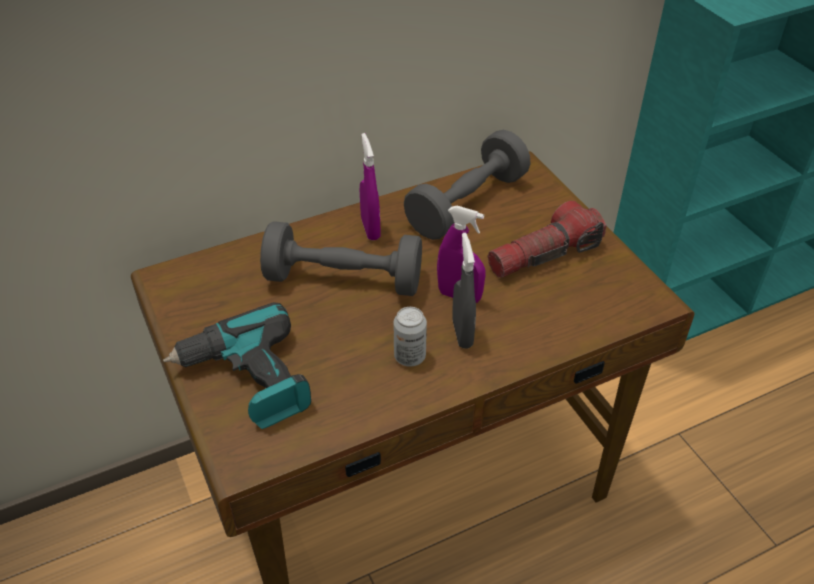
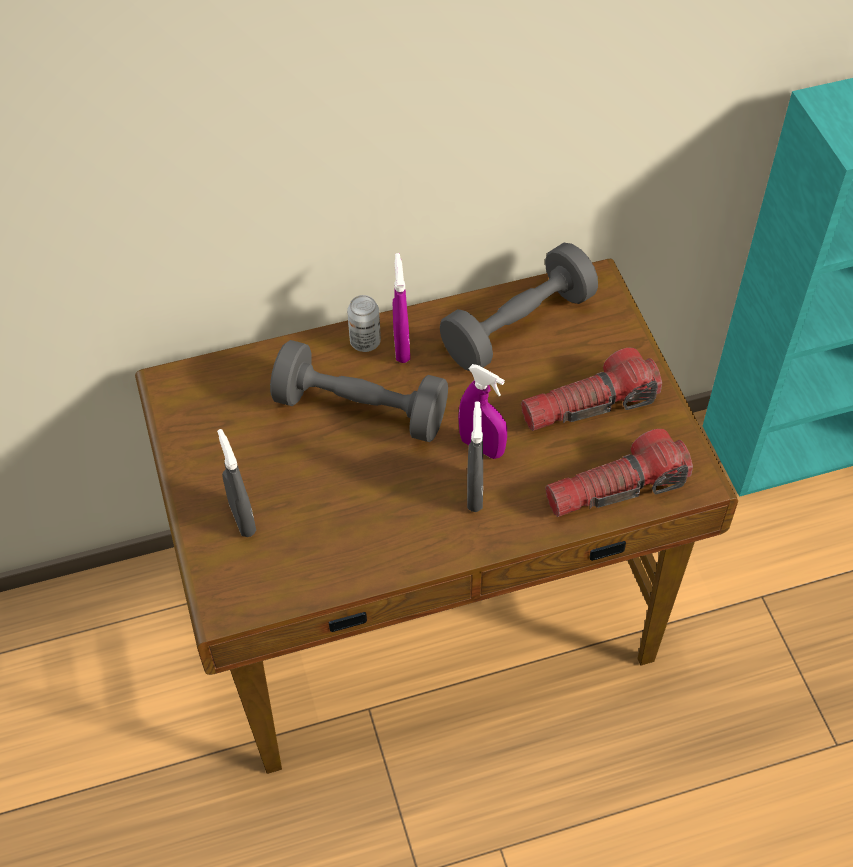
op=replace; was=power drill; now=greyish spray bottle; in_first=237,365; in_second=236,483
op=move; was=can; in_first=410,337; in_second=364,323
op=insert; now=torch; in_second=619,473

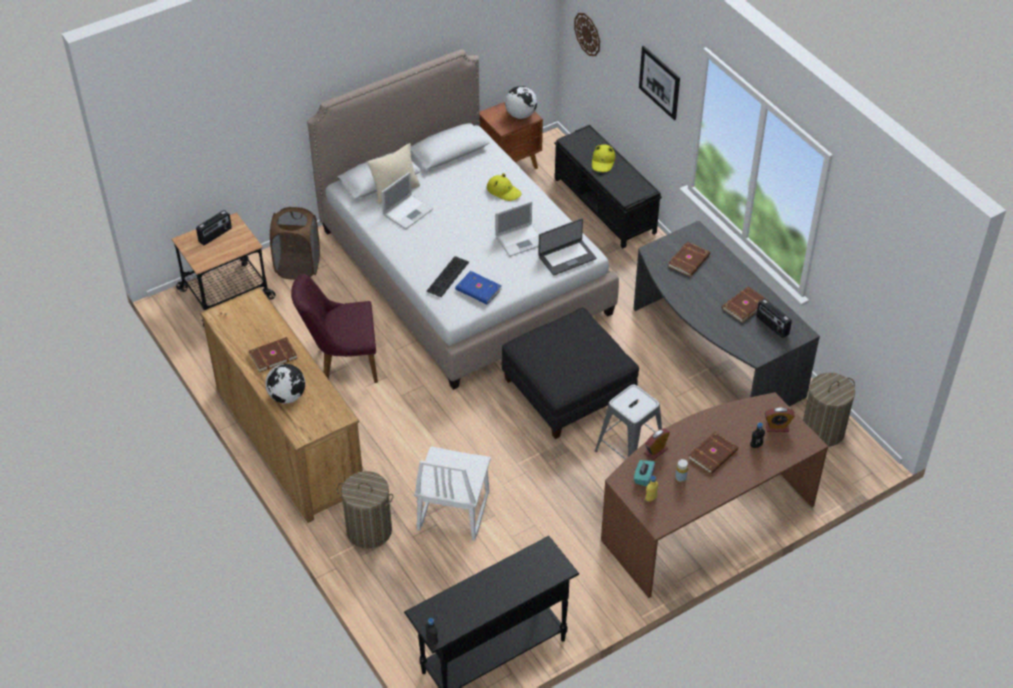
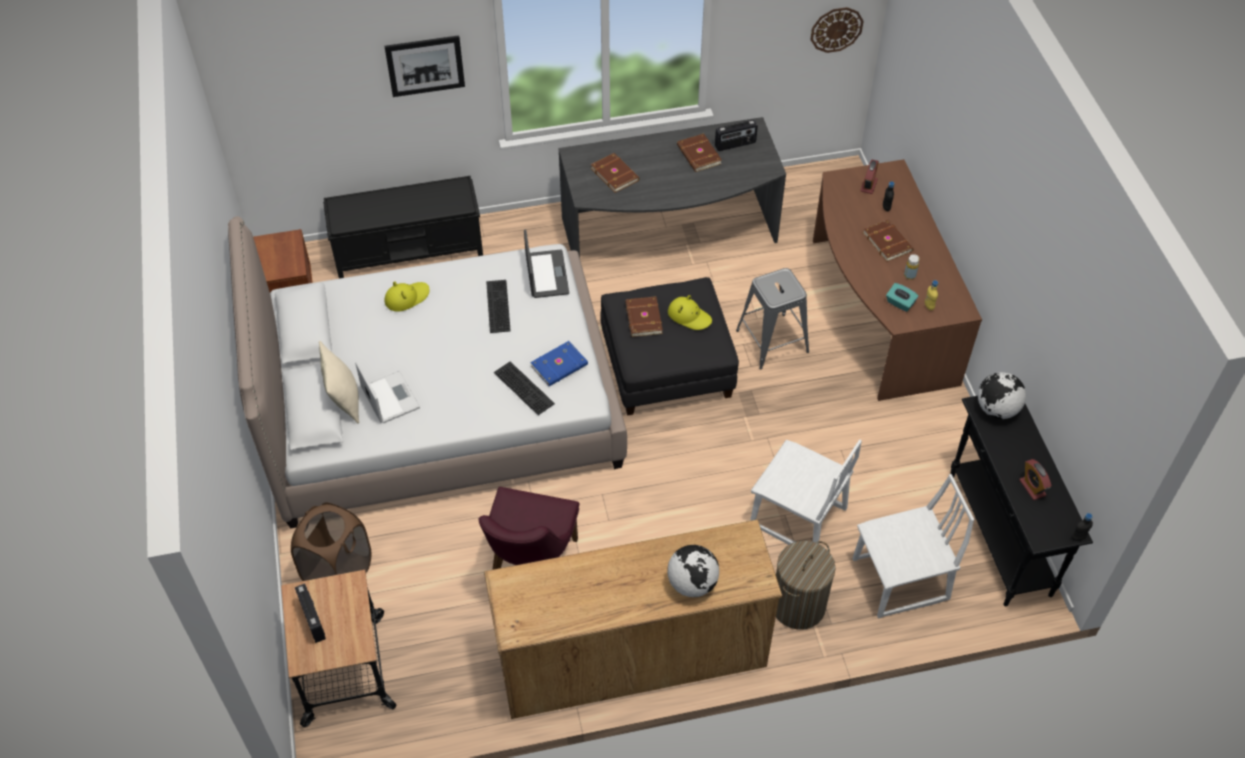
op=move; was=brownish volume; in_first=273,355; in_second=644,316
op=replace; was=notebook computer; now=PC keyboard; in_first=517,229; in_second=498,306
op=move; was=desk globe; in_first=521,102; in_second=1002,395
op=move; was=hanging clock; in_first=587,34; in_second=837,30
op=move; was=yellow wearable hat; in_first=603,158; in_second=690,312
op=move; was=alarm clock; in_first=657,444; in_second=1035,479
op=delete; was=hamper; in_first=829,410
op=insert; now=white upright chair; in_second=913,546

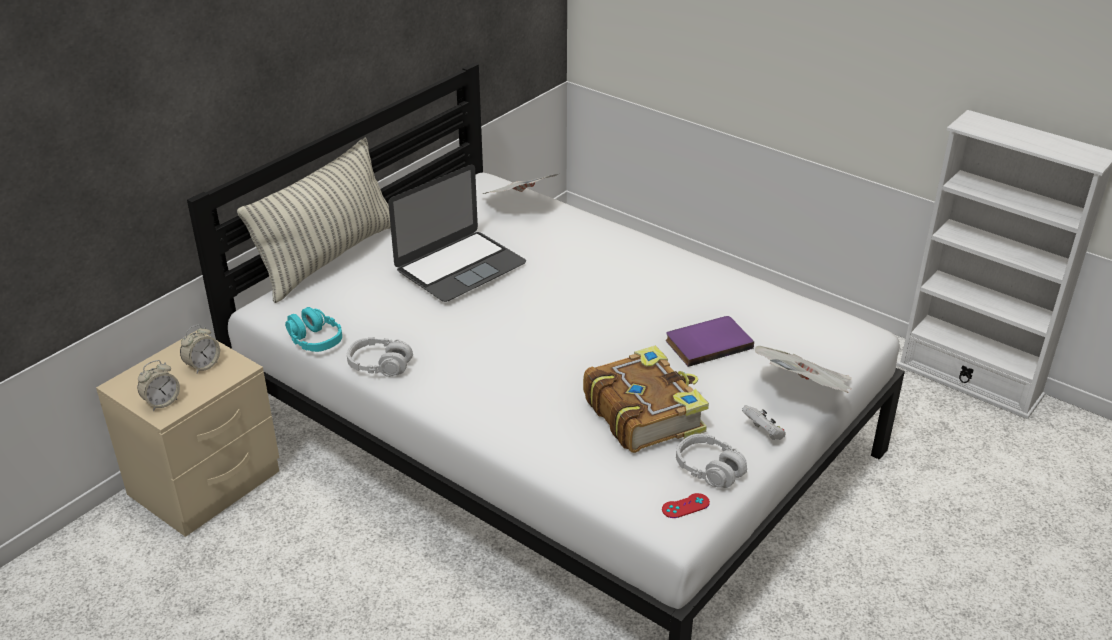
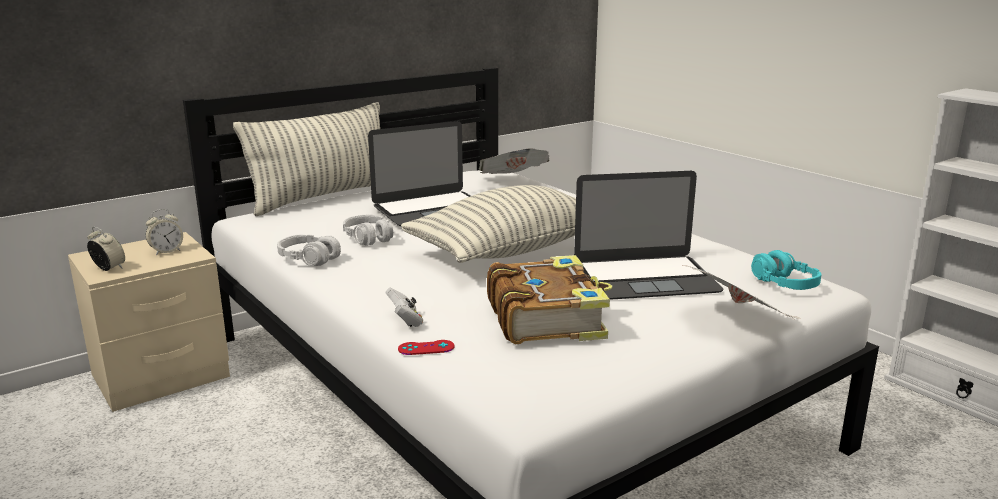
op=rotate; was=alarm clock; in_first=159,385; in_second=106,249; clockwise=-120
op=move; was=turquoise pair of headphones; in_first=313,329; in_second=786,270
op=move; was=reddish joypad; in_first=686,505; in_second=426,347
op=replace; was=purplish volume; now=notebook computer; in_first=710,341; in_second=649,235
op=move; was=greyish pair of headphones; in_first=711,461; in_second=368,230
op=move; was=white joypad; in_first=764,422; in_second=404,307
op=insert; now=throw pillow; in_second=488,224

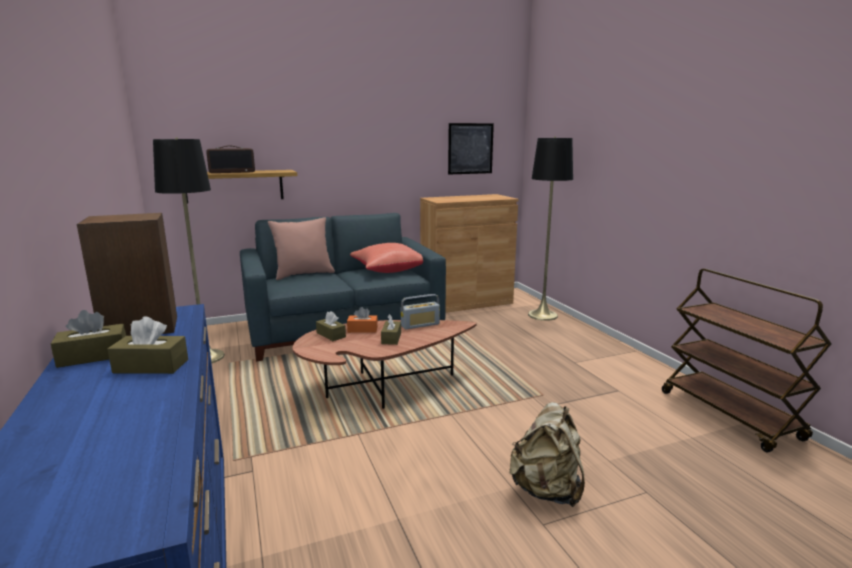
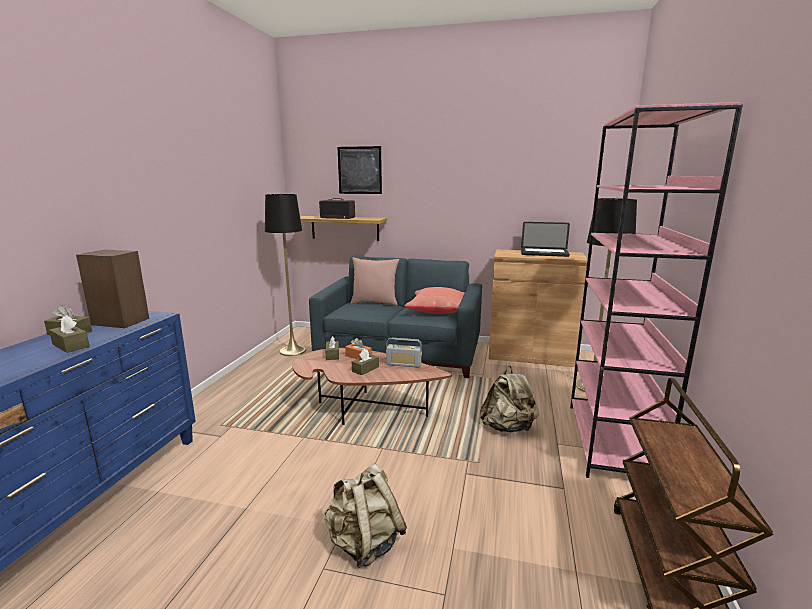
op=move; was=wall art; in_first=471,149; in_second=360,170
op=insert; now=beige backpack; in_second=509,399
op=insert; now=notebook computer; in_second=545,239
op=insert; now=pink-coloured shelving unit; in_second=656,290

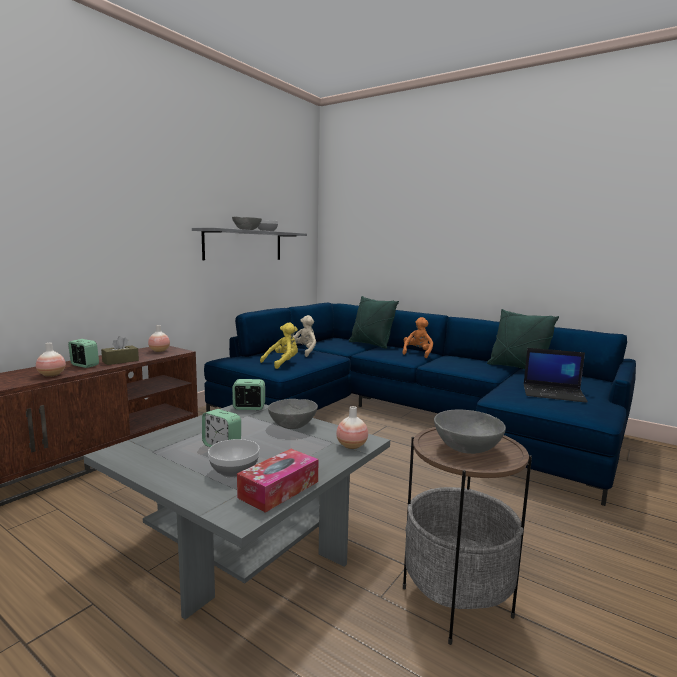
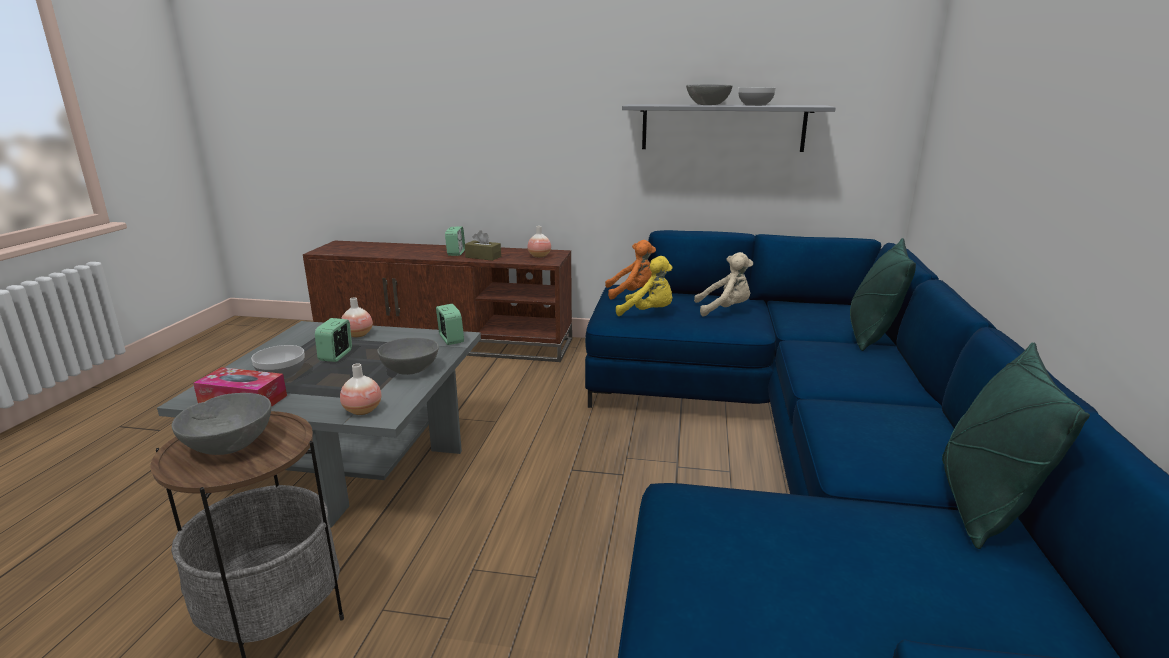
op=move; was=flower vase; in_first=51,360; in_second=357,317
op=move; was=orange plush toy; in_first=417,337; in_second=630,269
op=delete; was=notebook computer; in_first=556,375

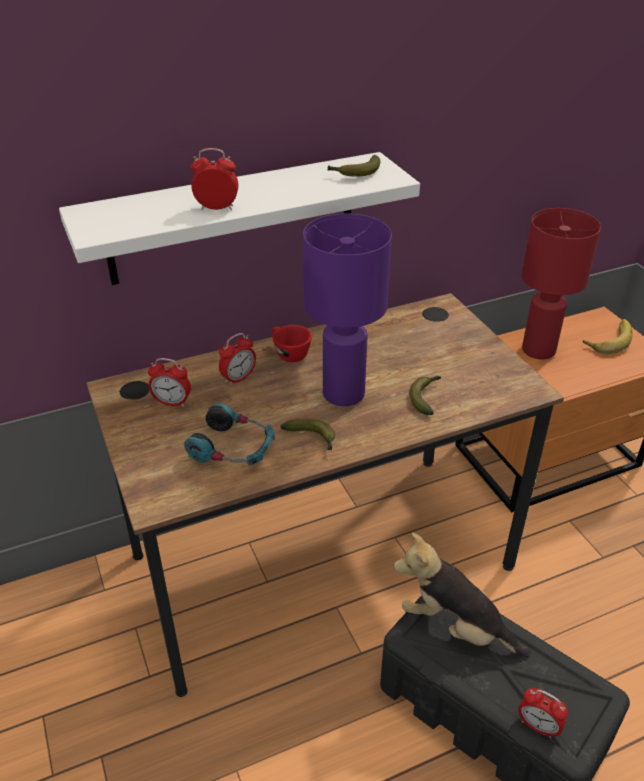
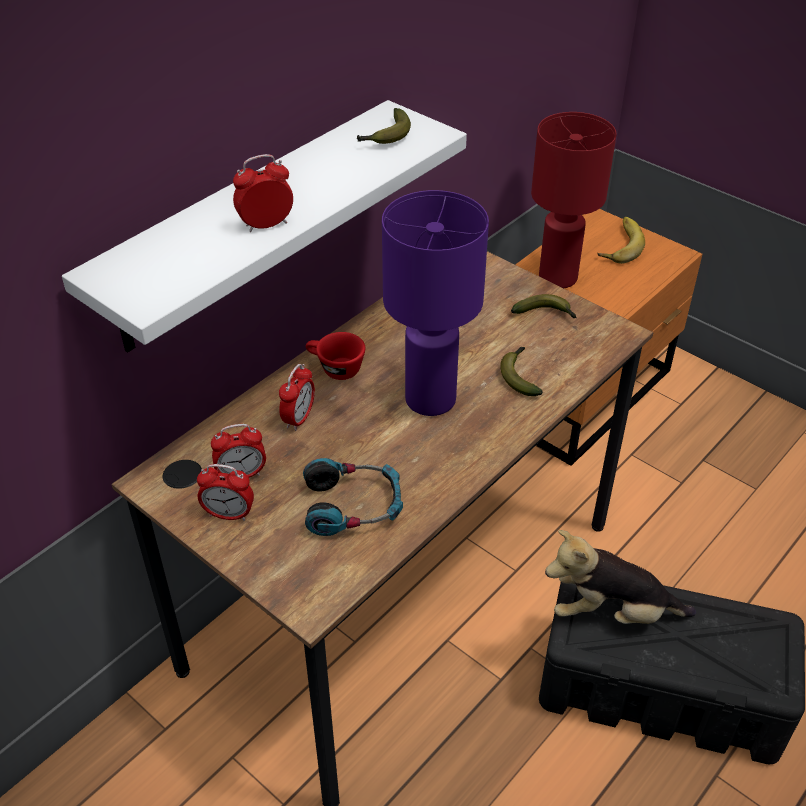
op=move; was=banana; in_first=307,435; in_second=543,306
op=move; was=alarm clock; in_first=543,713; in_second=225,492

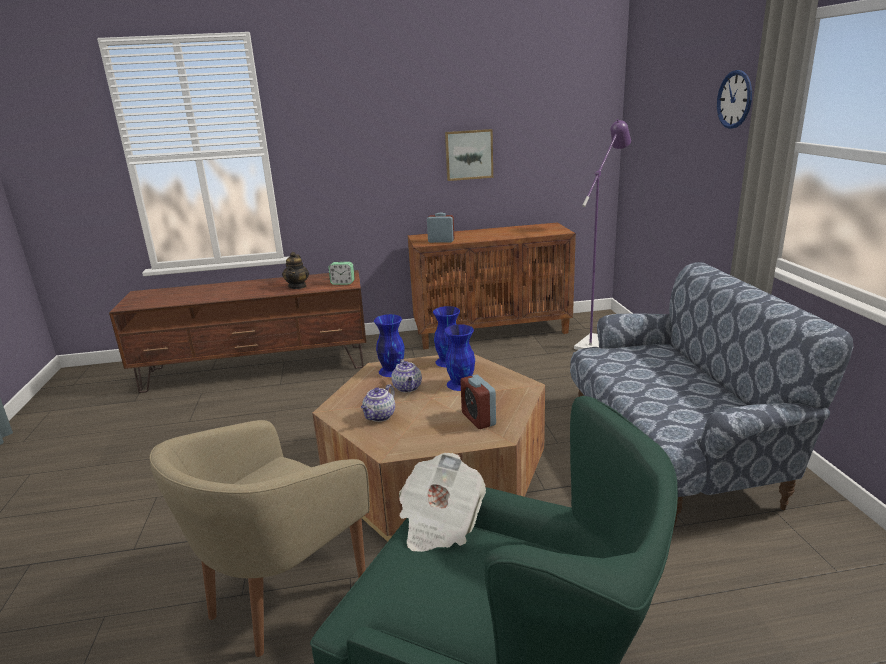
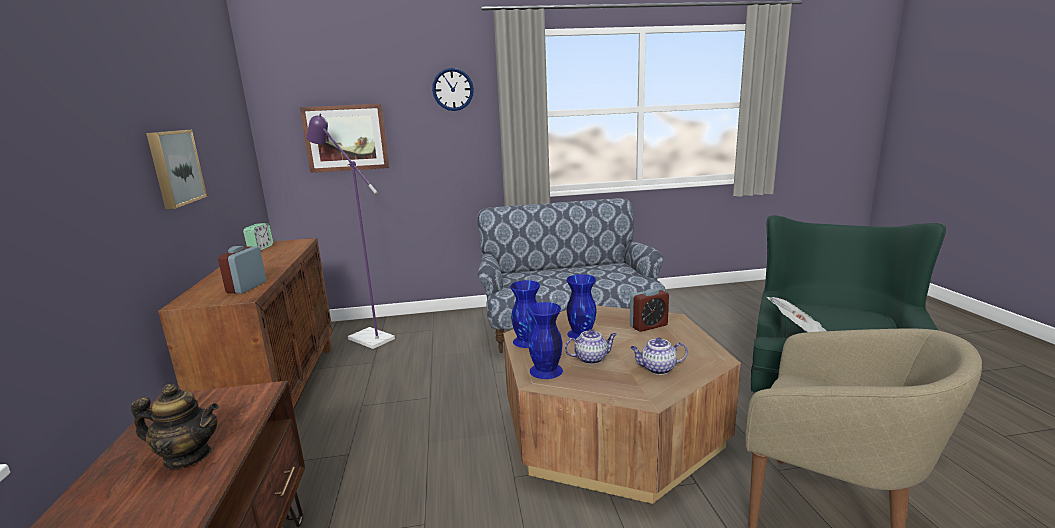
op=move; was=alarm clock; in_first=341,273; in_second=258,236
op=rotate; was=pot for tea; in_first=378,403; in_second=659,356; clockwise=150
op=insert; now=wall art; in_second=344,138

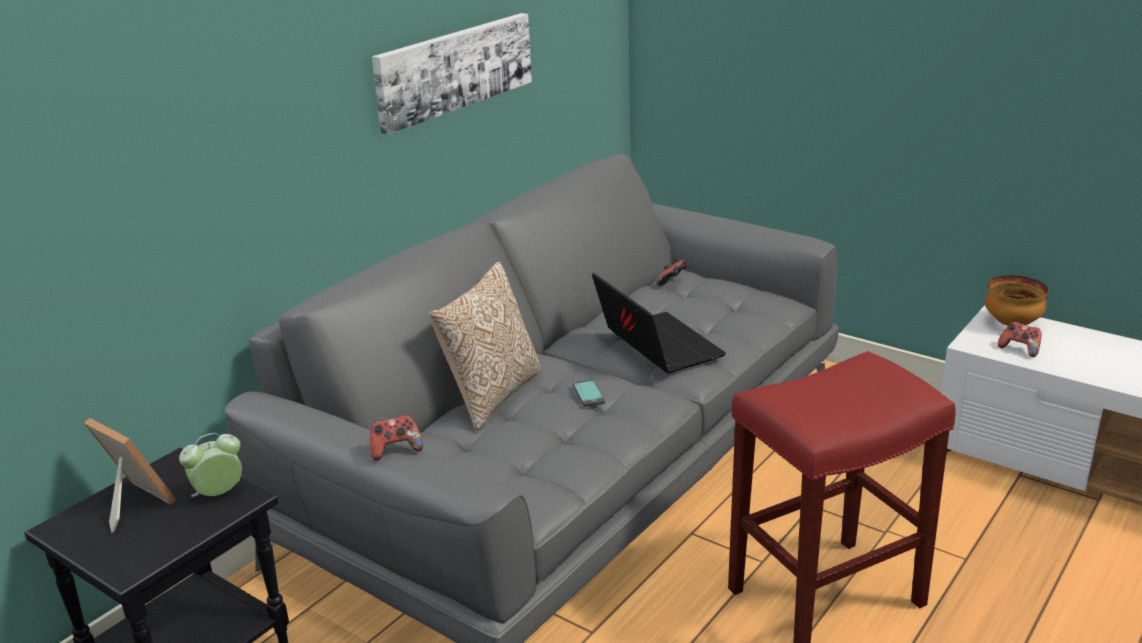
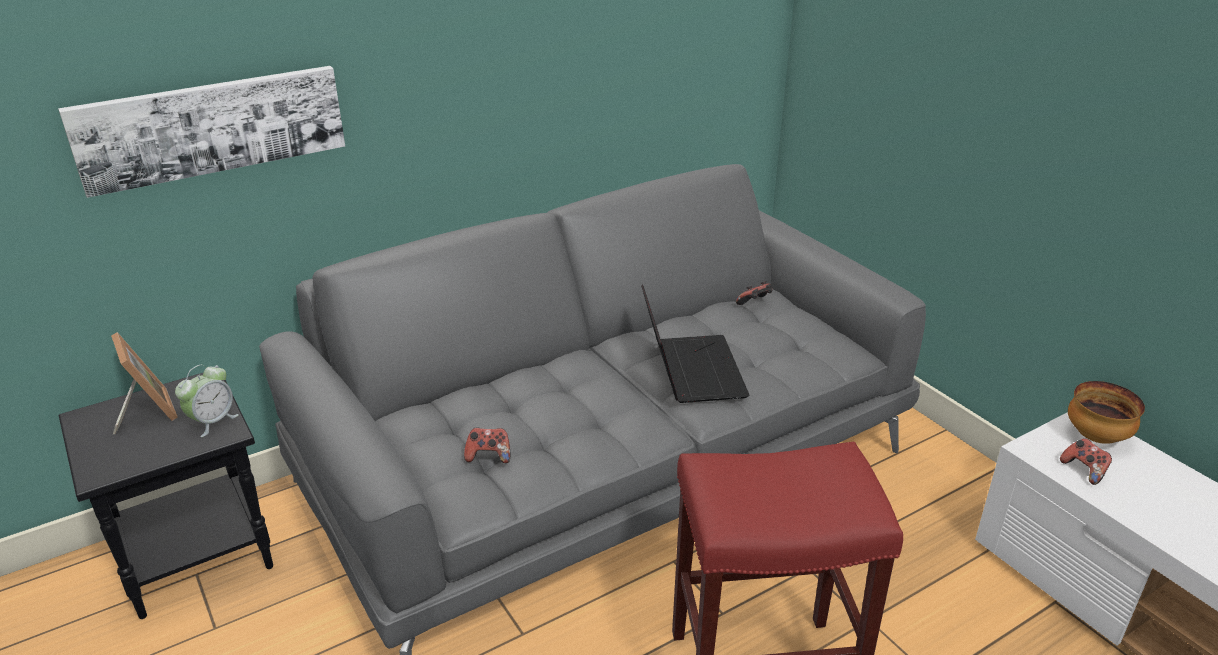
op=rotate; was=alarm clock; in_first=210,465; in_second=207,401; clockwise=135
op=move; was=joypad; in_first=396,437; in_second=487,445
op=move; was=wall art; in_first=452,74; in_second=201,132
op=delete; was=throw pillow; in_first=485,346
op=delete; was=telephone; in_first=588,393

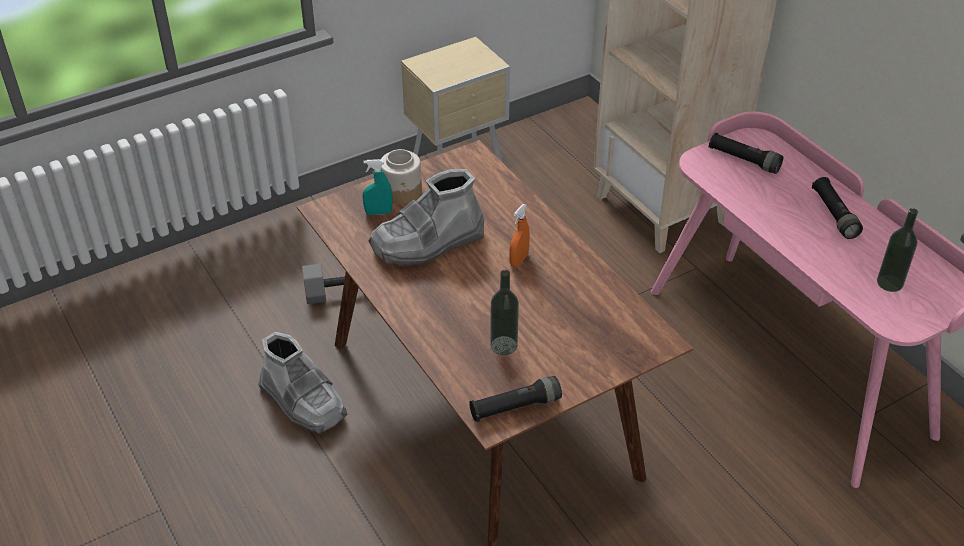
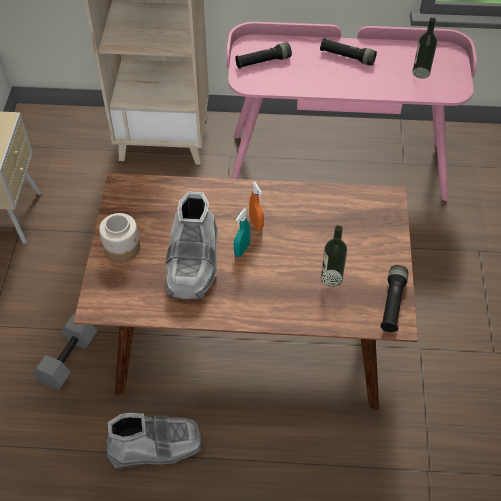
op=move; was=turquoise spray bottle; in_first=378,187; in_second=242,232

